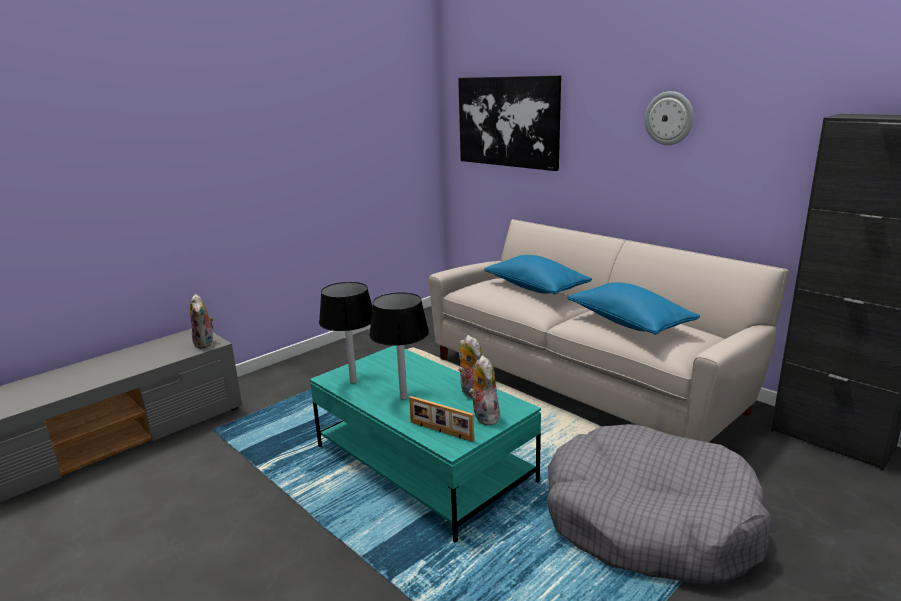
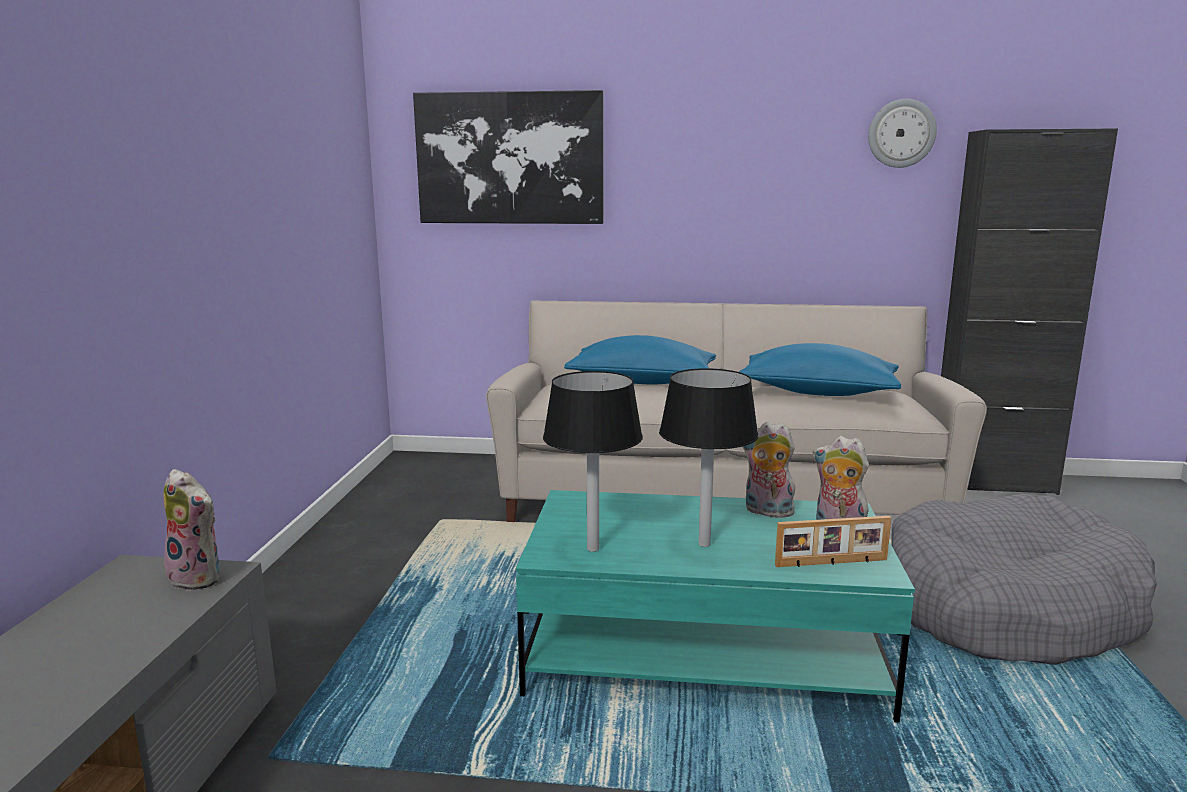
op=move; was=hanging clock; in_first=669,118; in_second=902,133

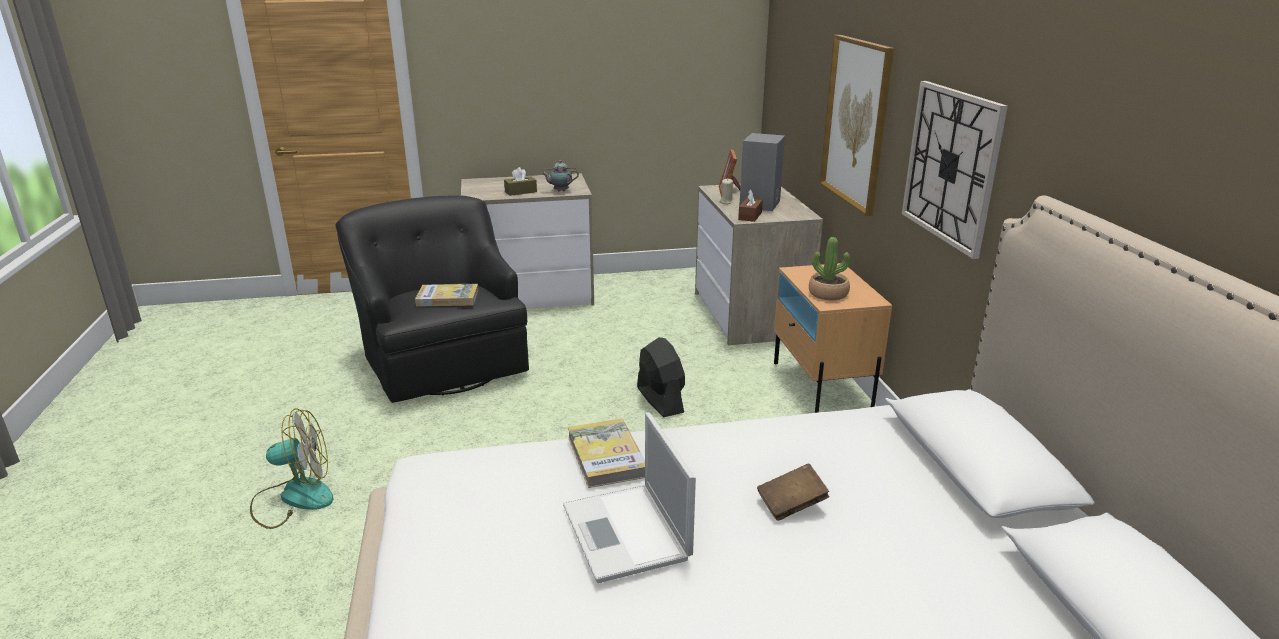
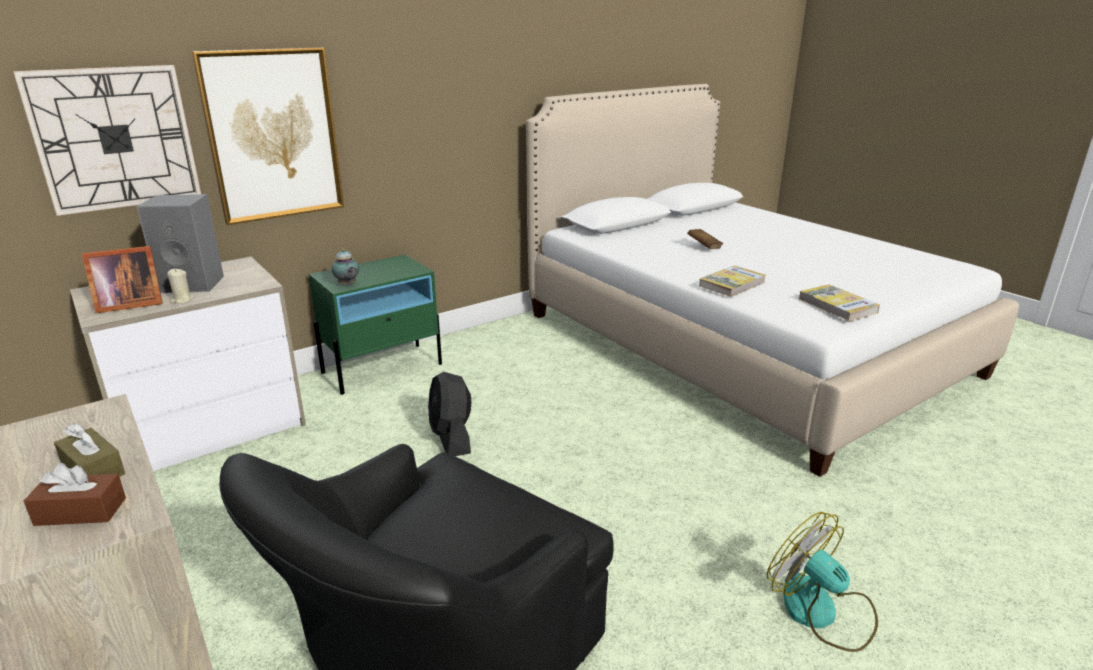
op=move; was=volume; in_first=447,295; in_second=839,302
op=move; was=pot for tea; in_first=560,175; in_second=345,267
op=delete; was=notebook computer; in_first=629,497
op=rotate; was=black-coloured fan; in_first=661,377; in_second=449,414; clockwise=-60
op=move; was=brownish tissue box; in_first=750,205; in_second=75,494
op=recolor; was=beige night table; now=green-coloured night table; in_first=833,338; in_second=375,325
op=delete; was=houseplant; in_first=829,268
op=move; was=hanging clock; in_first=955,170; in_second=107,140

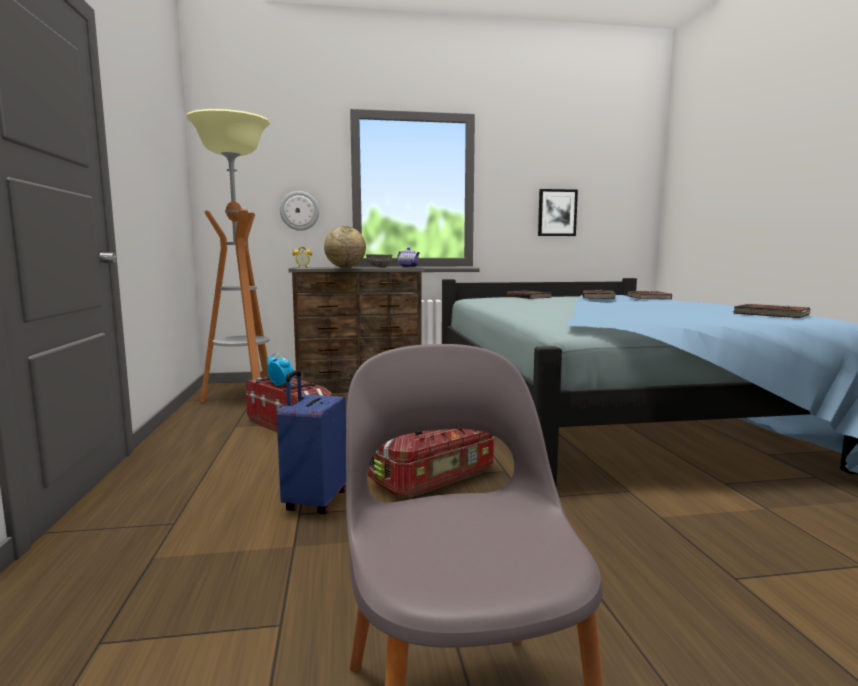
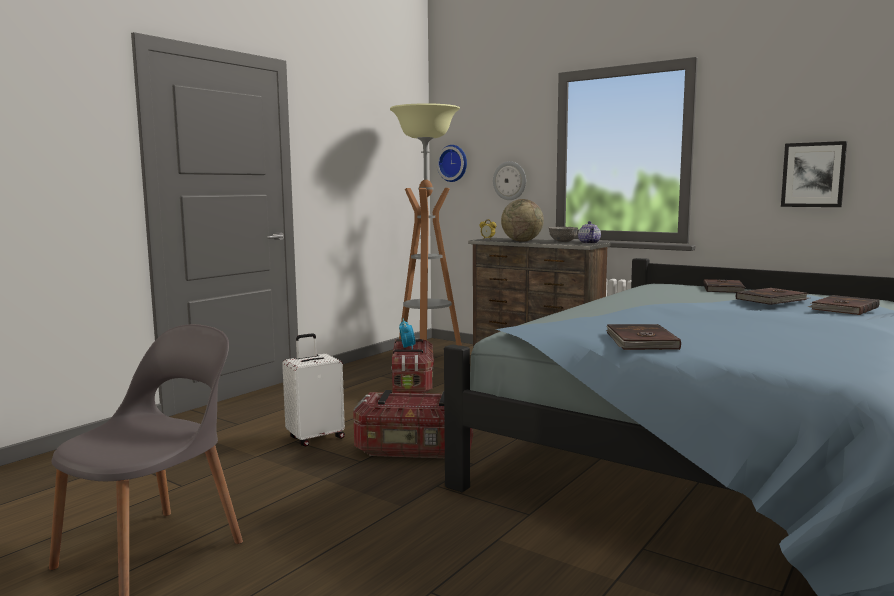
op=recolor; was=bluish travel case; now=white travel case; in_first=311,442; in_second=313,390
op=move; was=brownish volume; in_first=772,311; in_second=643,337
op=insert; now=hanging clock; in_second=451,163

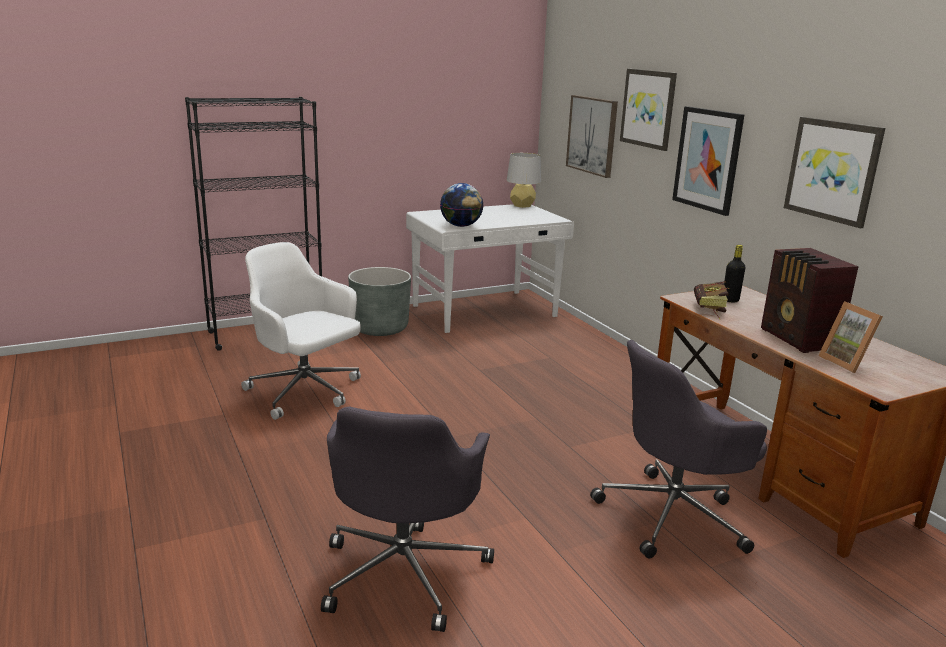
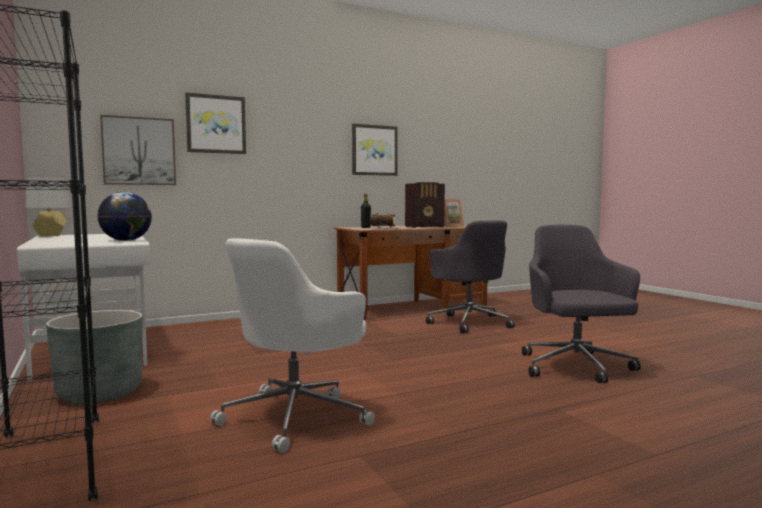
op=rotate; was=greyish computer chair; in_first=407,519; in_second=581,304; clockwise=-105
op=delete; was=wall art; in_first=708,161

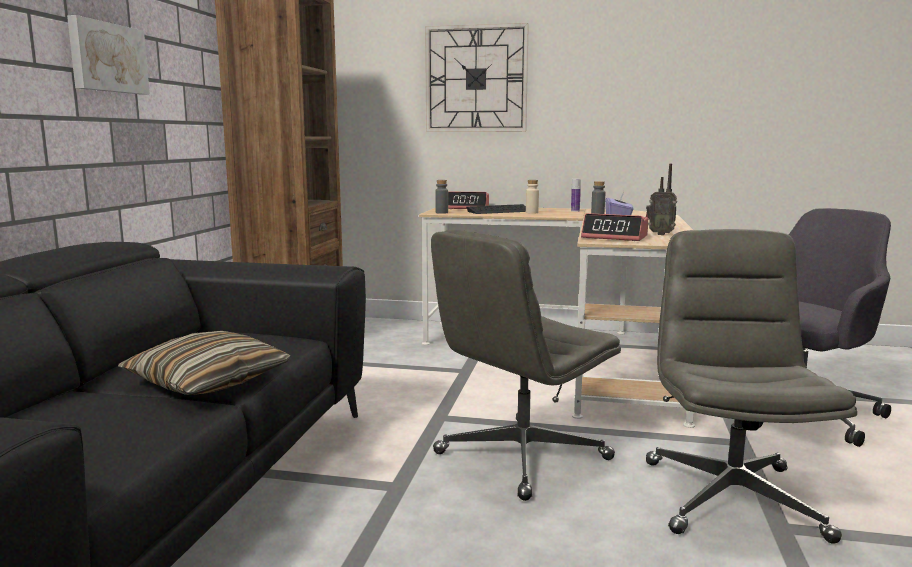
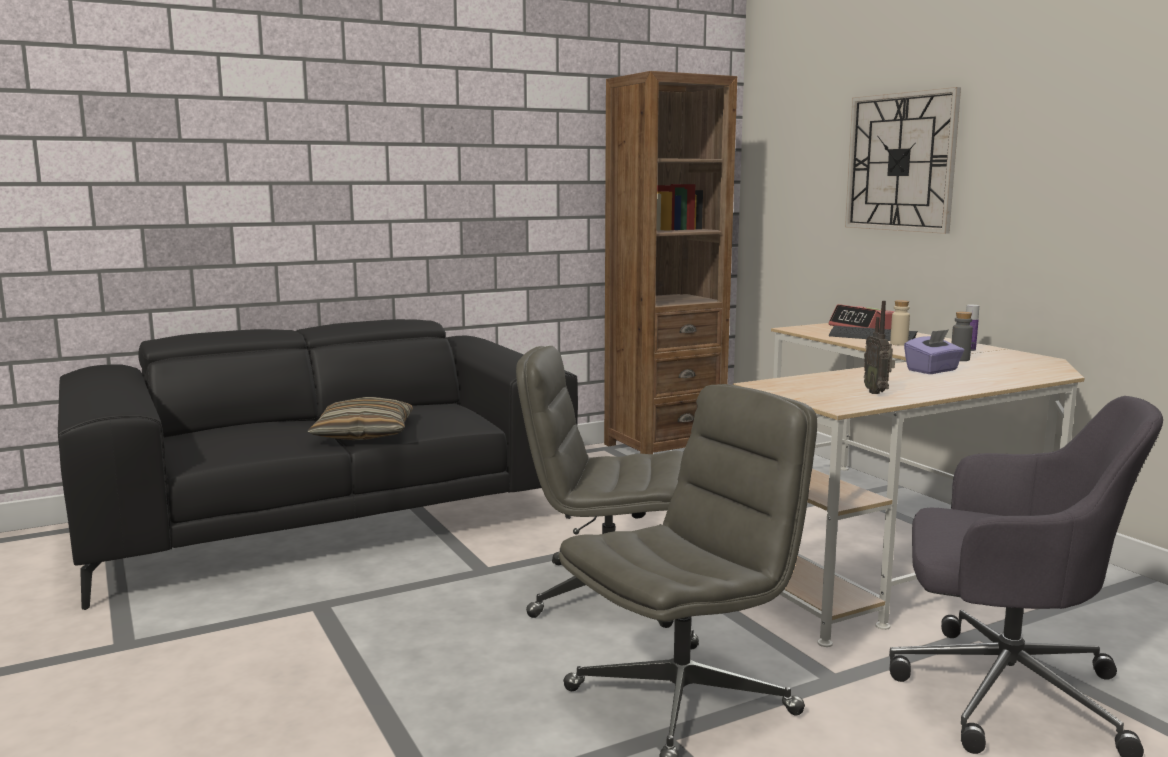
op=delete; was=wall art; in_first=108,55
op=delete; was=greyish drink bottle; in_first=441,197
op=delete; was=alarm clock; in_first=614,227

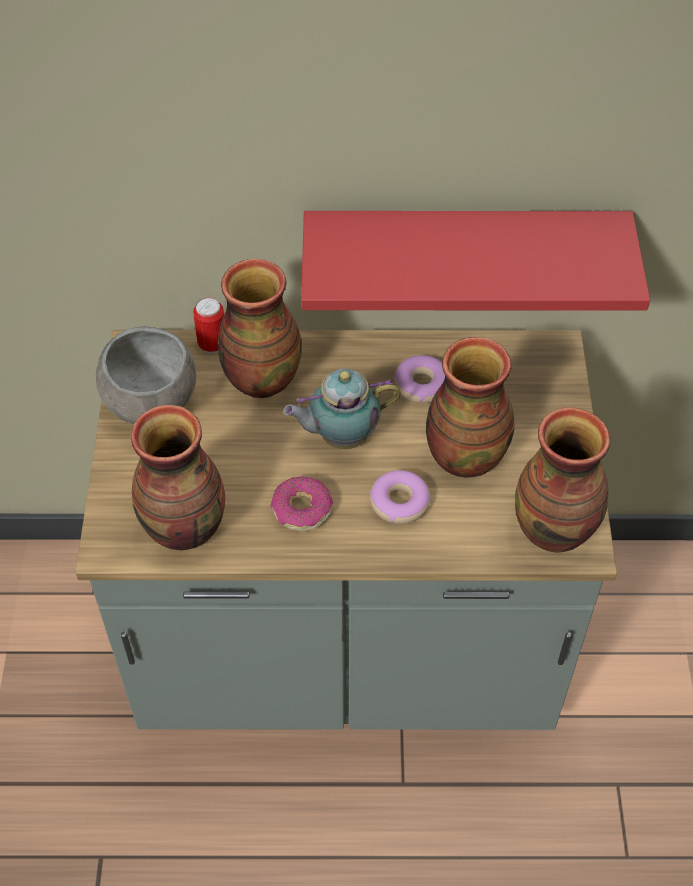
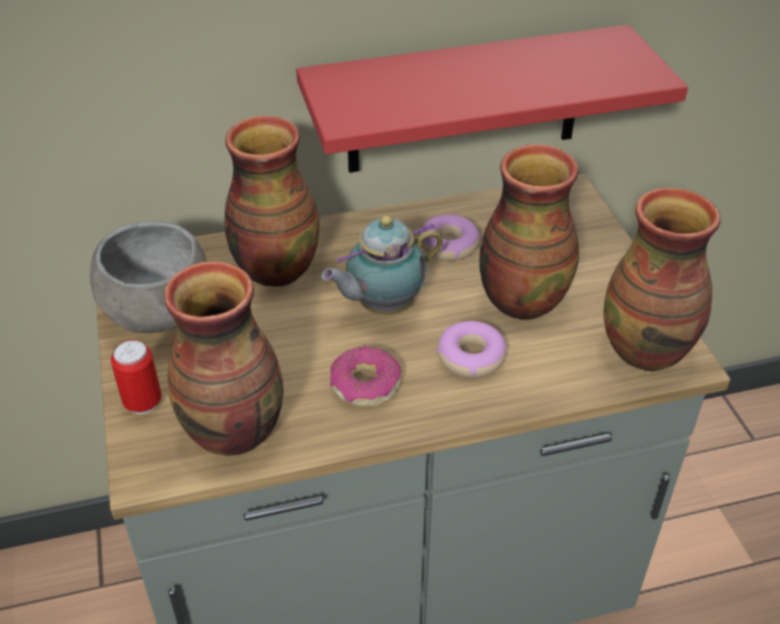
op=move; was=can; in_first=208,325; in_second=136,377

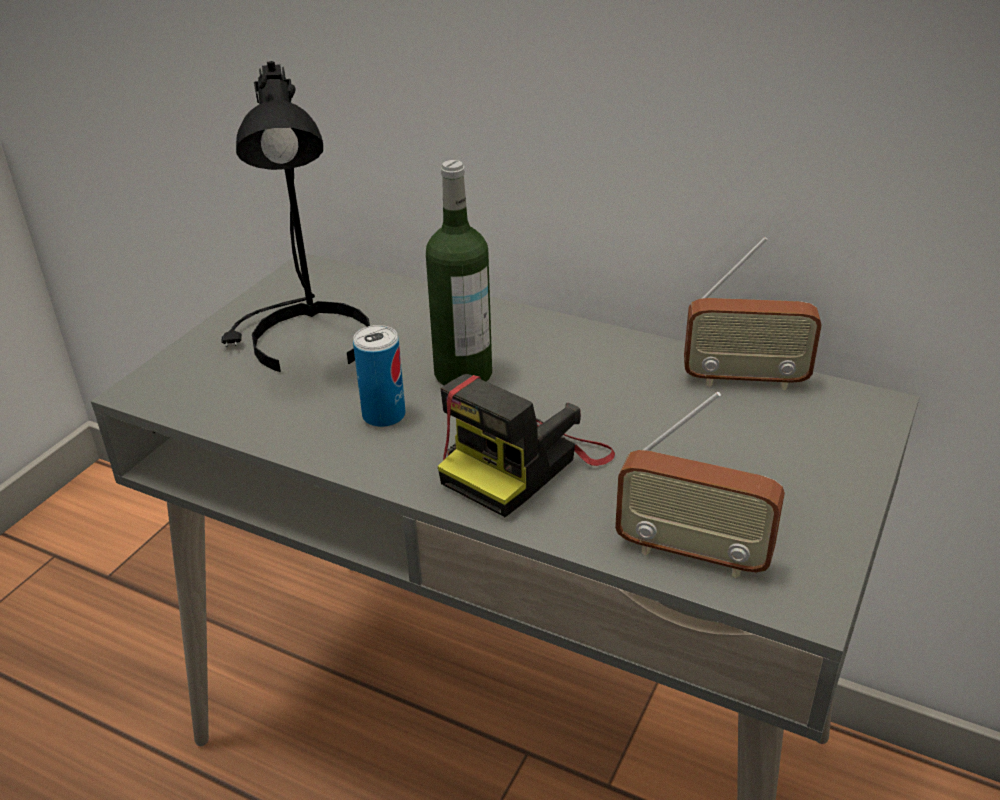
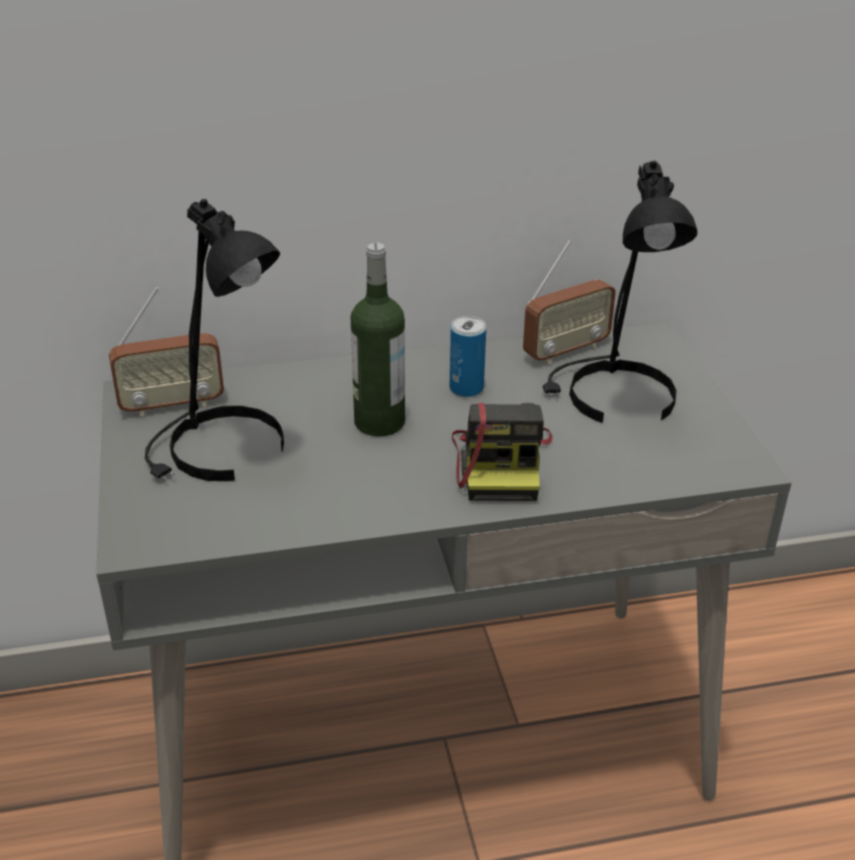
op=move; was=can; in_first=379,376; in_second=468,356
op=move; was=radio set; in_first=700,485; in_second=166,352
op=insert; now=black-coloured lamp for a table; in_second=619,292

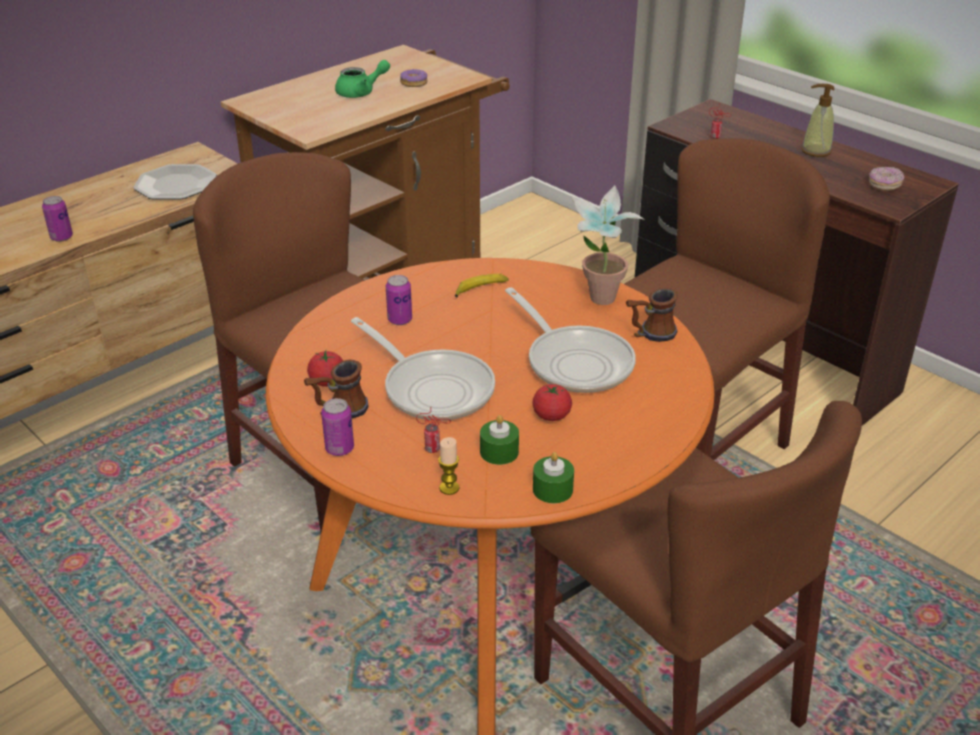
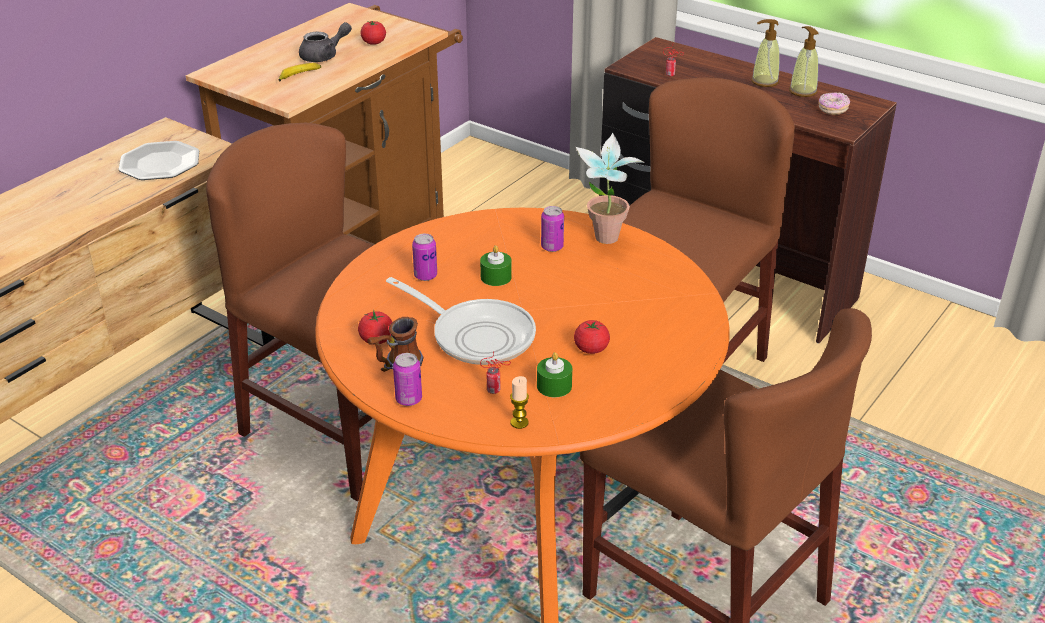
op=move; was=can; in_first=57,219; in_second=552,229
op=recolor; was=green-coloured pot for tea; now=greyish pot for tea; in_first=362,79; in_second=325,42
op=replace; was=ring doughnut; now=whole tomato; in_first=413,78; in_second=373,33
op=move; was=banana; in_first=482,285; in_second=299,72
op=delete; was=pan; in_first=570,340
op=move; was=green-coloured wax light; in_first=553,477; in_second=496,265
op=delete; was=coffee mug; in_first=652,315
op=insert; now=soap dispenser; in_second=804,61

